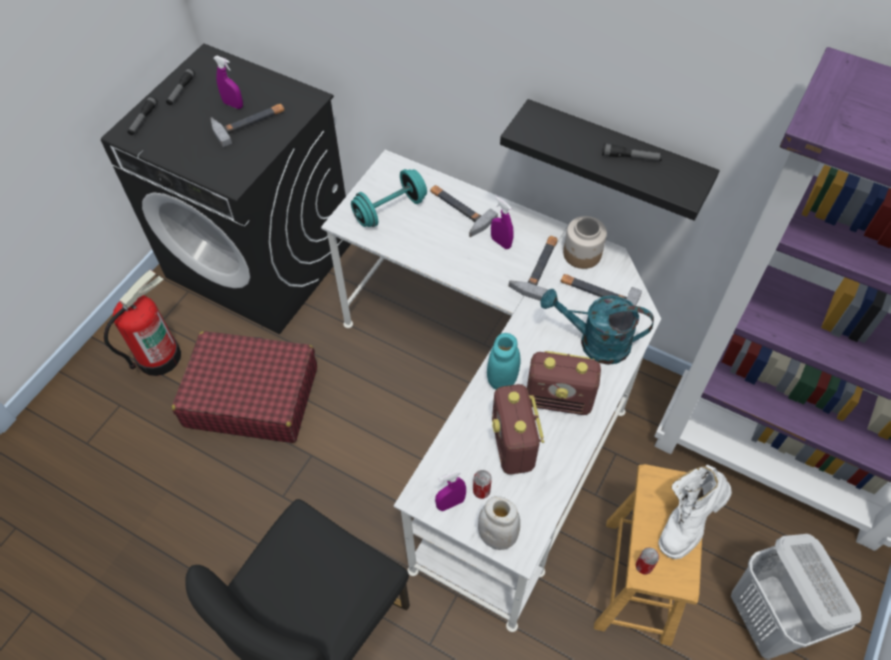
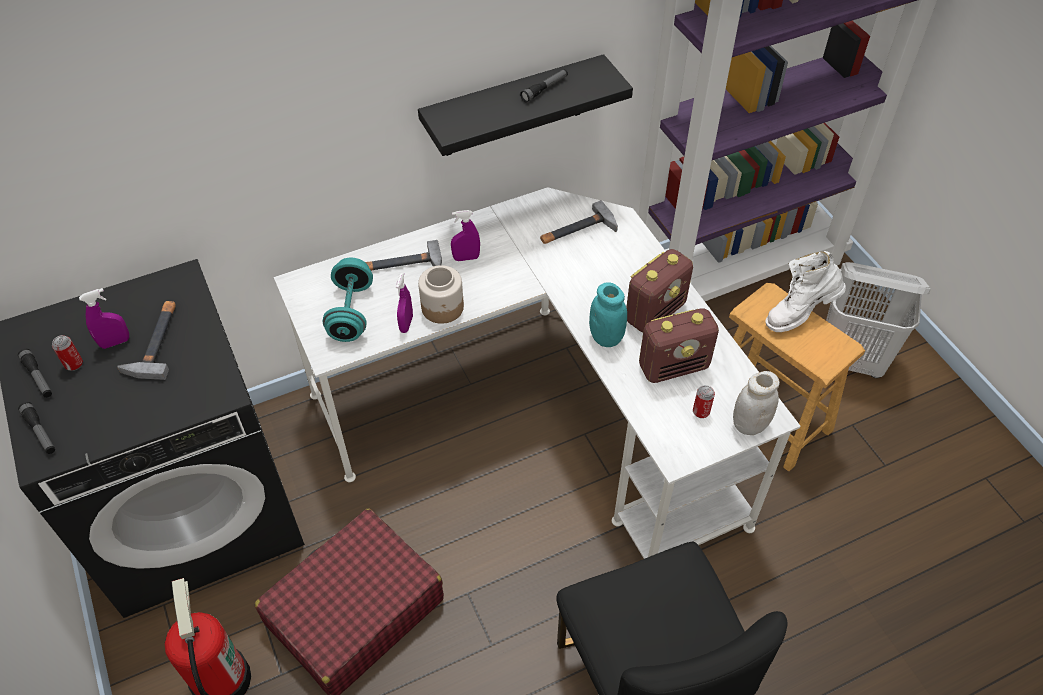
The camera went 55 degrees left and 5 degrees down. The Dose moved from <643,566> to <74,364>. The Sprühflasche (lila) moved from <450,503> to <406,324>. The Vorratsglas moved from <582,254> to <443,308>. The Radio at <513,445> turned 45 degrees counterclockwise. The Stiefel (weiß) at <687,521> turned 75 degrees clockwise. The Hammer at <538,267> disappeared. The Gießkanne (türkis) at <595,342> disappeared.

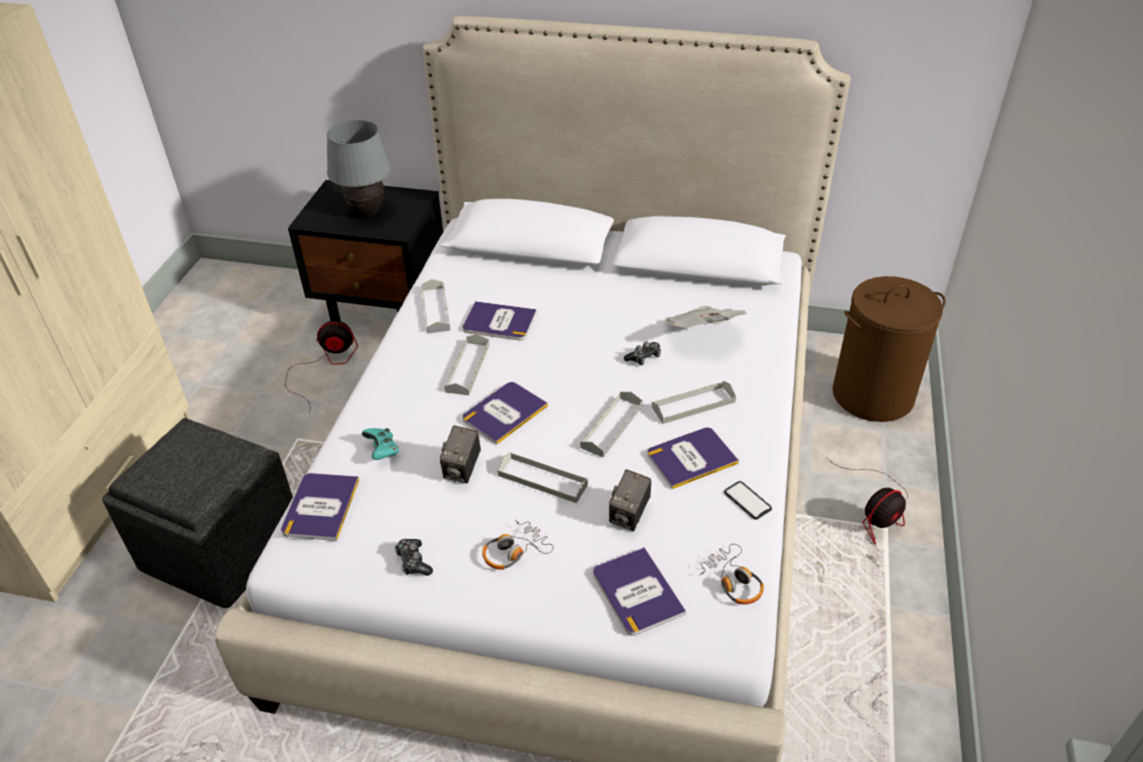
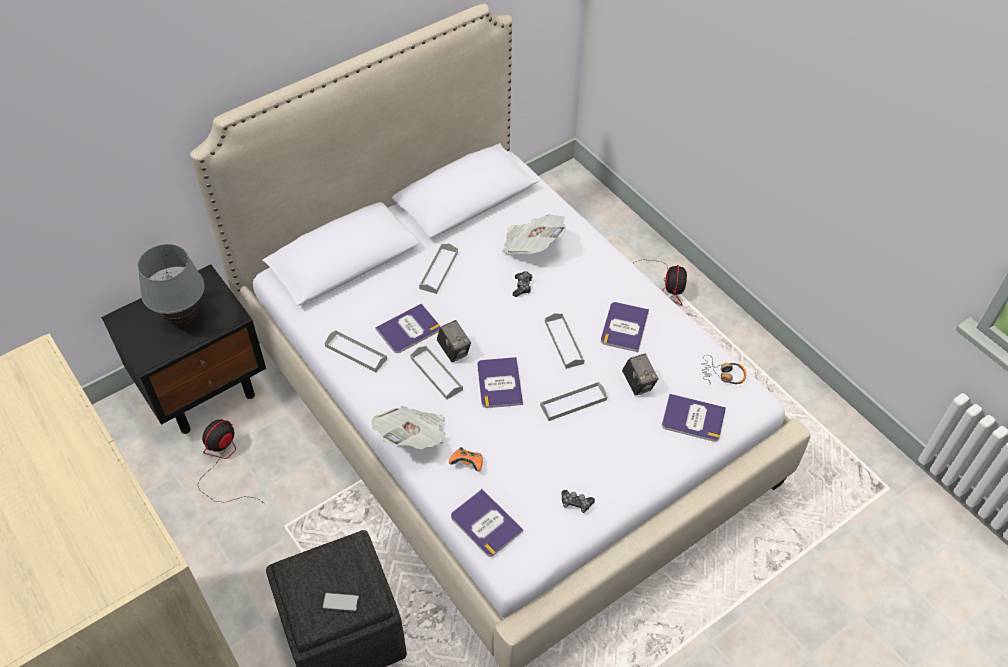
The camera went 50 degrees left and 10 degrees up. The Handy moved from <747,500> to <341,602>. The Zeitung at <413,437> appeared. The Tablett (grau) moved from <693,405> to <439,270>. The Kamera moved from <462,470> to <454,351>. The Gamepad (türkis) at <383,451> became the Gamepad (orange) at <467,464>. The Kopfhörer at <515,551> disappeared. The Wäschekorb (braun) at <873,395> disappeared.

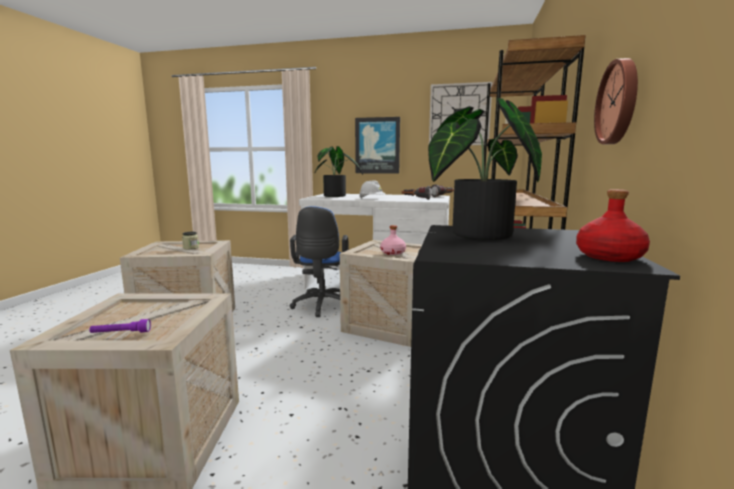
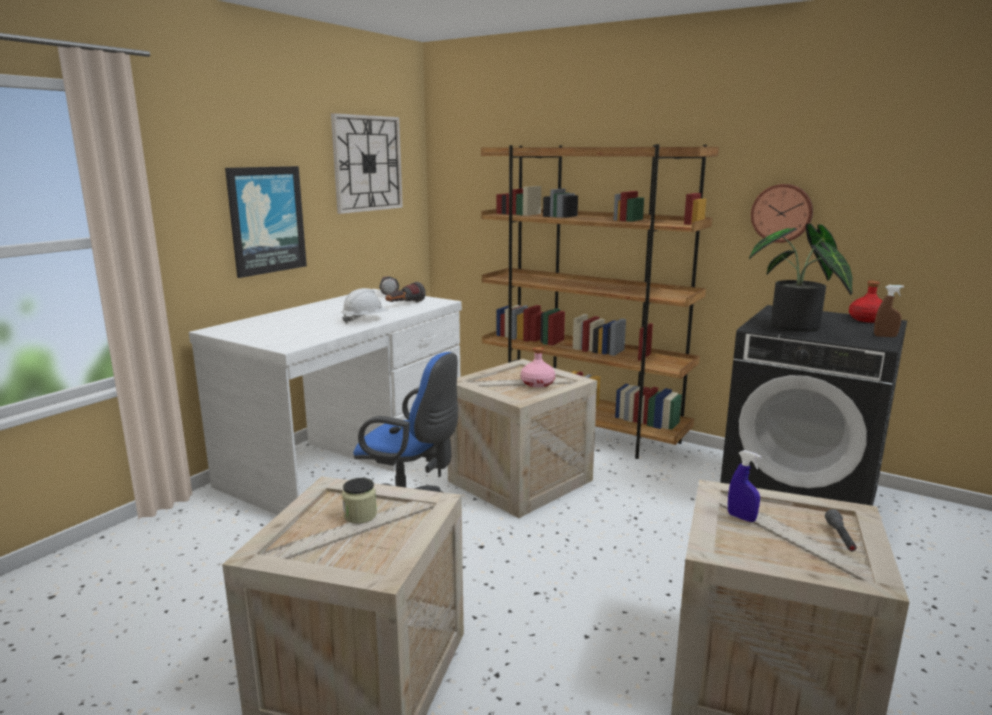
The camera went 70 degrees left and 5 degrees up. The Sprühflasche (blau) at <741,517> appeared. The Taschenlampe (lila) at <121,333> became the Taschenlampe (grau) at <840,537>. The Sprühflasche (braun) at <885,336> appeared. The Topfpflanze at <336,196> disappeared.

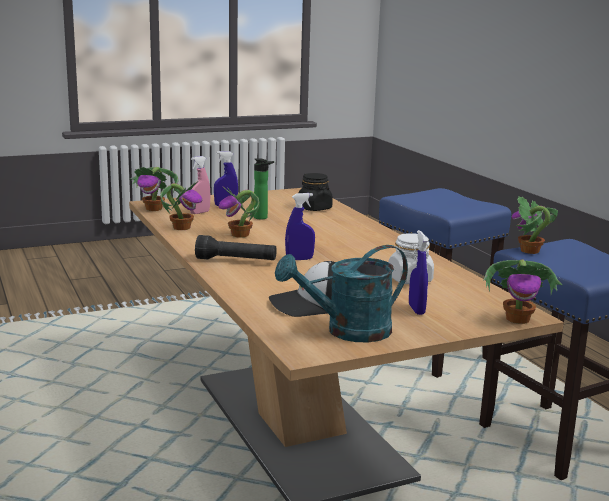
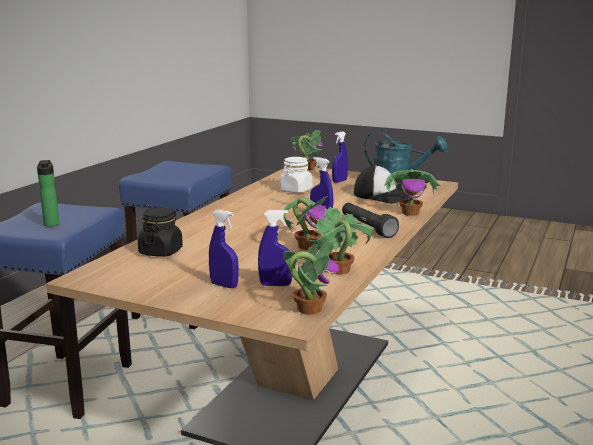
The camera went 130 degrees left and 0 degrees up. The Flasche moved from <262,218> to <51,223>. The Sprühflasche (rosa) at <199,212> became the Sprühflasche (blau) at <275,285>. The Topfpflanze moved from <529,251> to <411,213>.

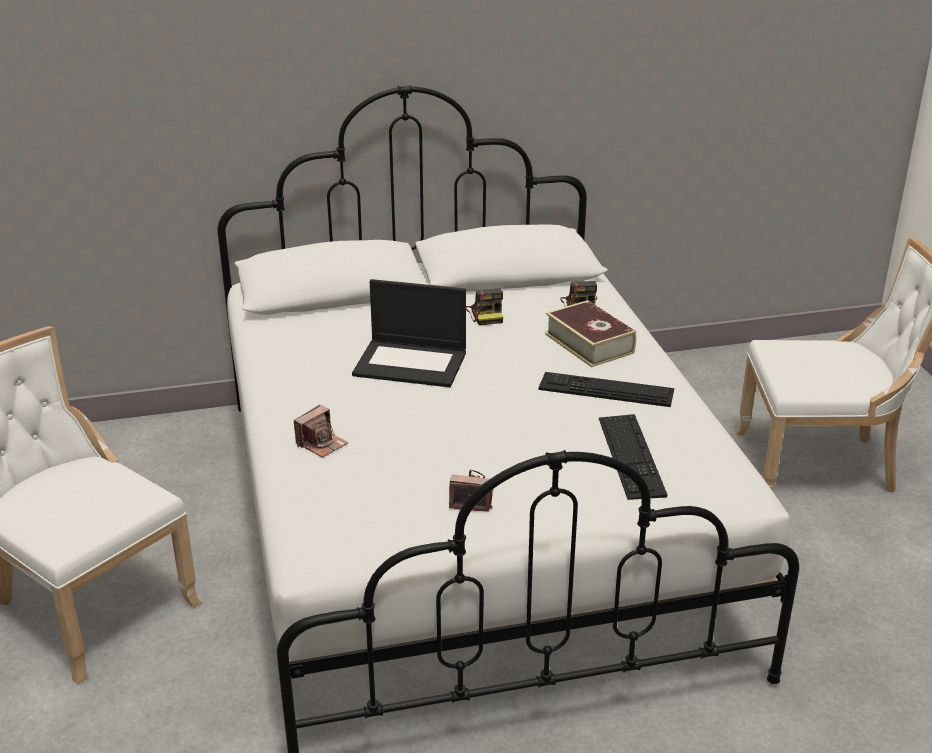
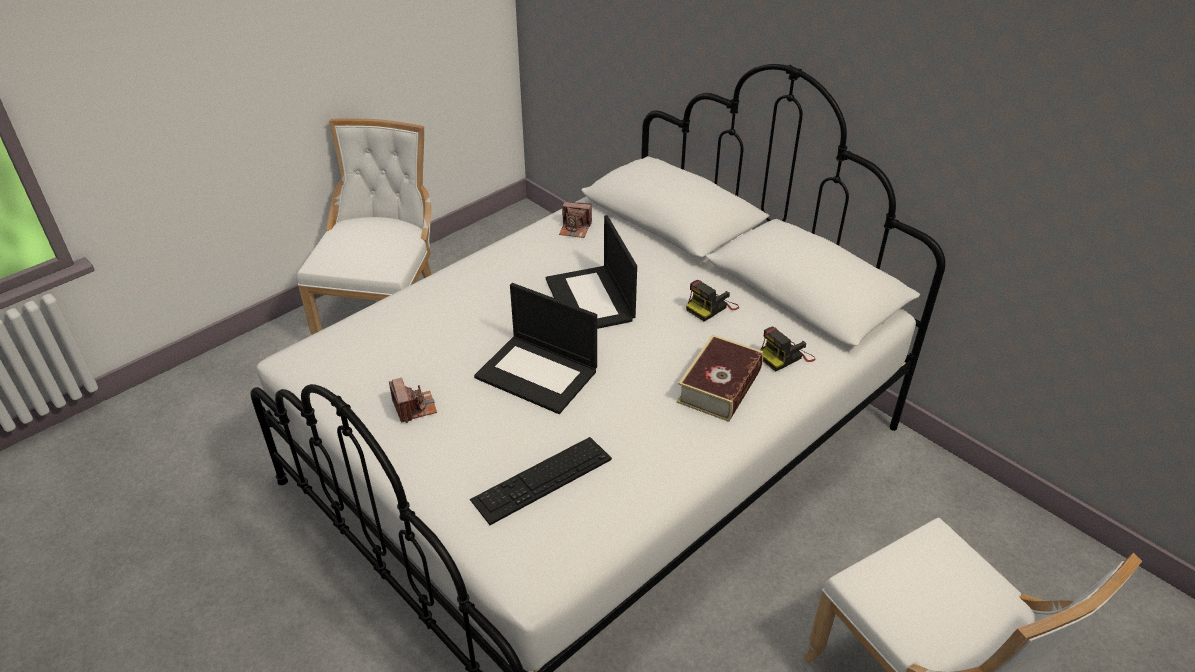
The camera went 60 degrees right and 10 degrees up. The Laptop at <538,374> appeared. The Kamera moved from <321,444> to <575,229>. The Tastatur at <606,389> disappeared.

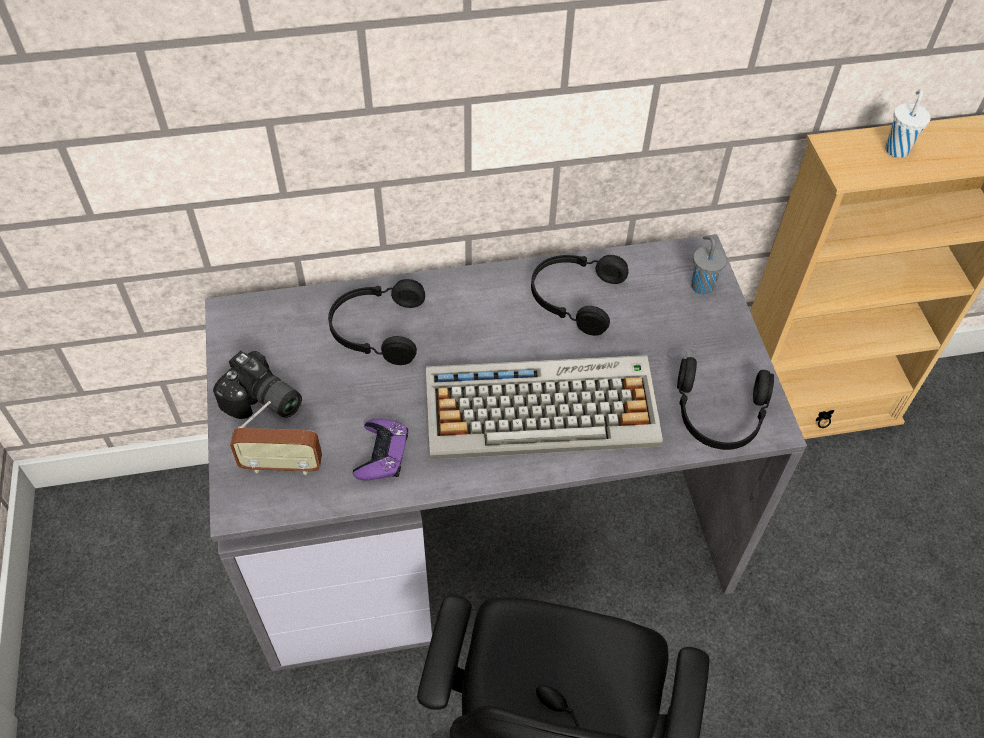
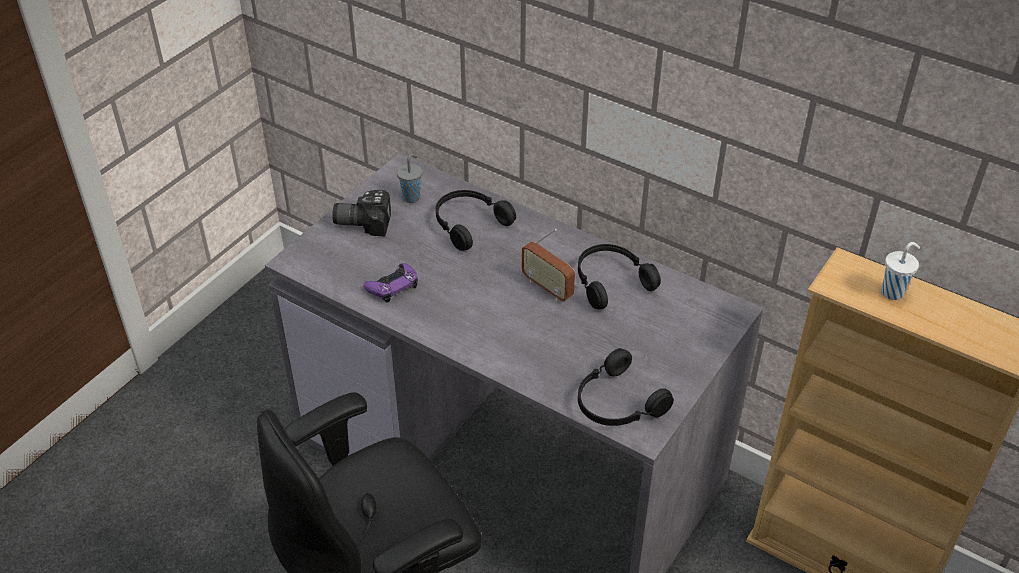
The camera went 45 degrees right and 10 degrees down. The Kamera at <262,403> turned 105 degrees clockwise. The Tasse (grau) moved from <701,285> to <412,197>. The Radio moved from <281,465> to <547,288>. The Tastatur at <543,408> disappeared.

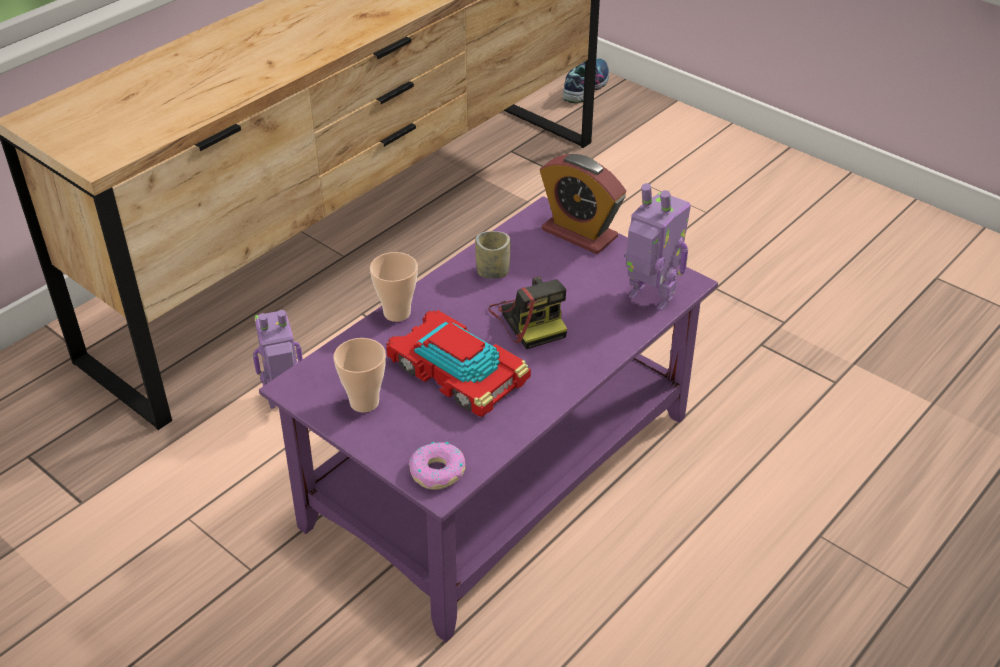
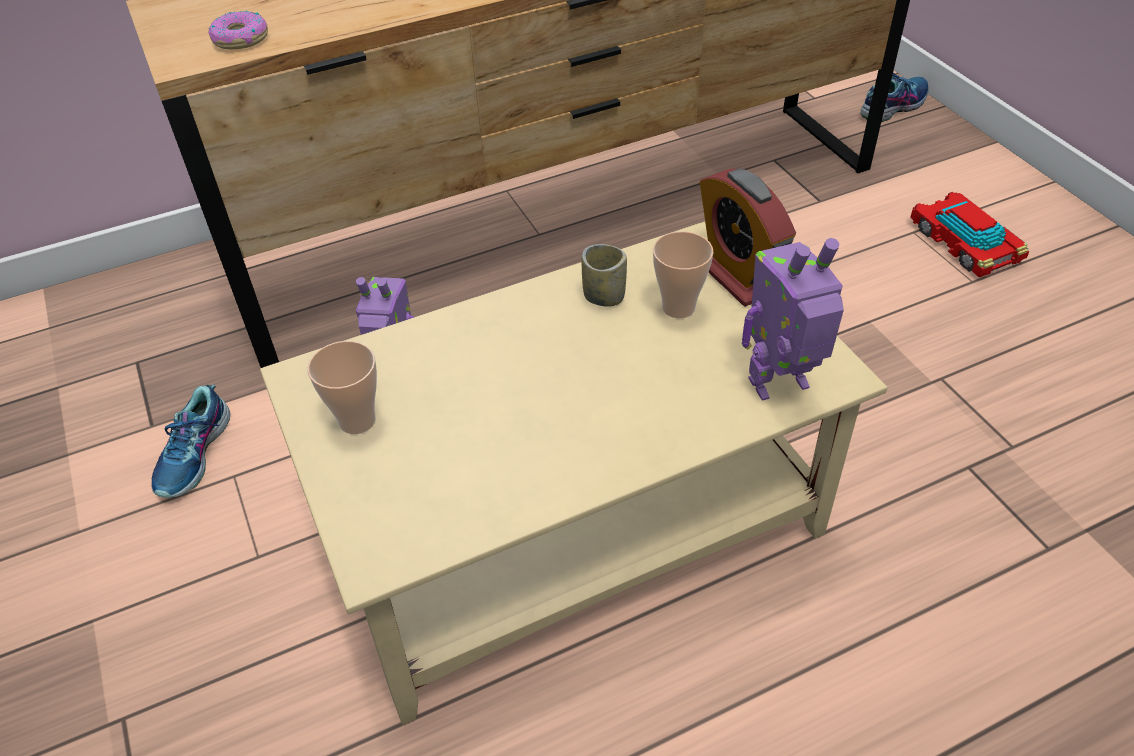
The camera went 25 degrees right and 5 degrees up. The Schuh at <195,454> appeared. The Donut moved from <437,472> to <240,39>. The Couchtisch (lila) at <501,468> became the Couchtisch (beige) at <576,526>. The Tasse moved from <397,313> to <678,307>. The Spielzeugroboter at <649,299> turned 75 degrees counterclockwise. The Spielzeugauto moved from <458,371> to <965,242>. The Kamera at <530,319> disappeared.

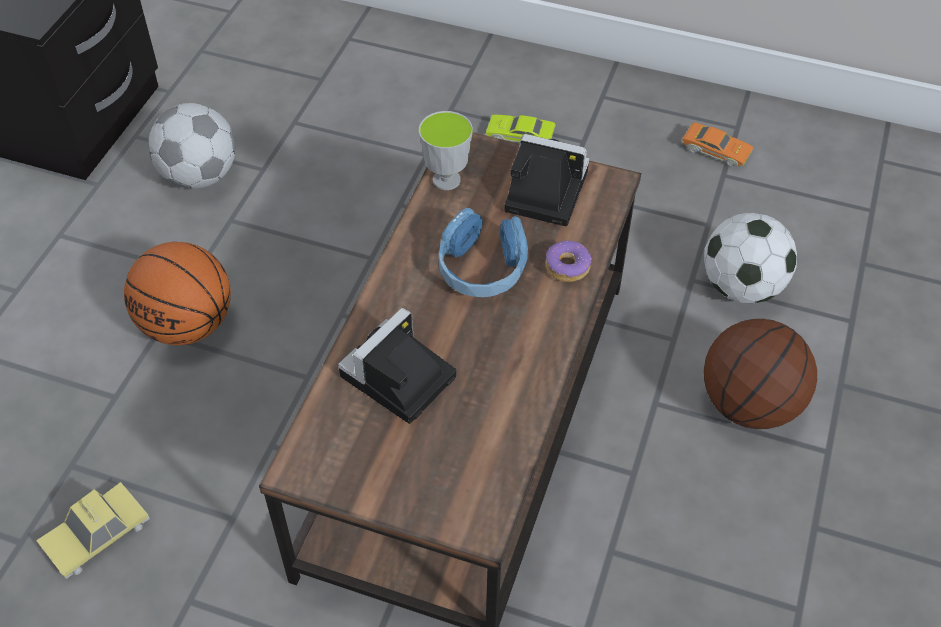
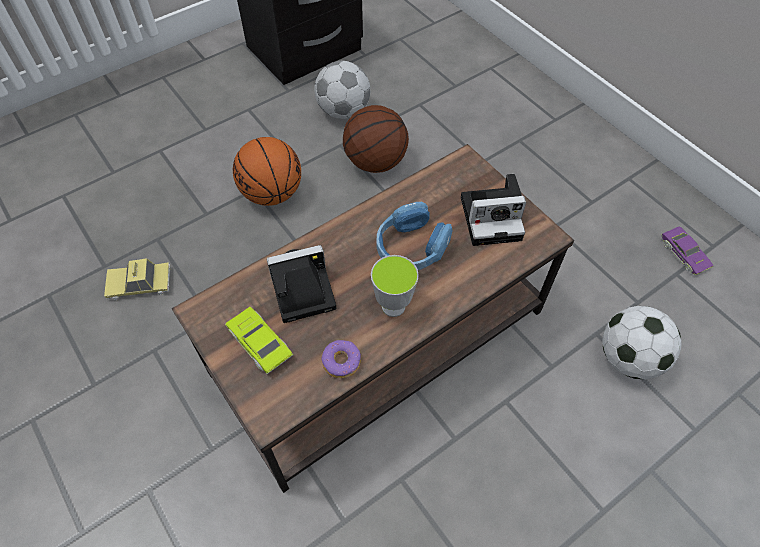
The camera went 35 degrees right and 5 degrees up. The Spielzeugauto (grün) moved from <520,135> to <260,343>. The Donut moved from <567,266> to <342,362>. The Basketball moved from <748,405> to <375,162>. The Tasse moved from <446,180> to <393,306>. The Kamera at <542,191> turned 120 degrees clockwise. The Spielzeugauto (orange) at <715,150> became the Spielzeugauto (lila) at <684,254>.

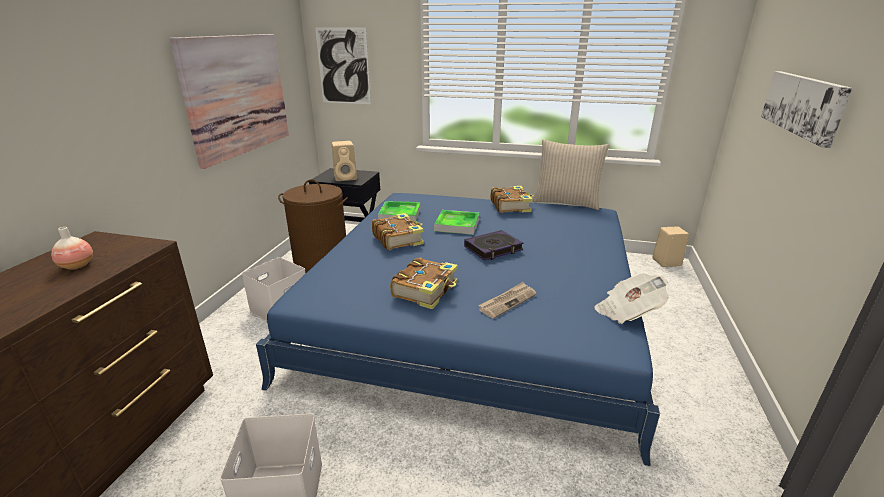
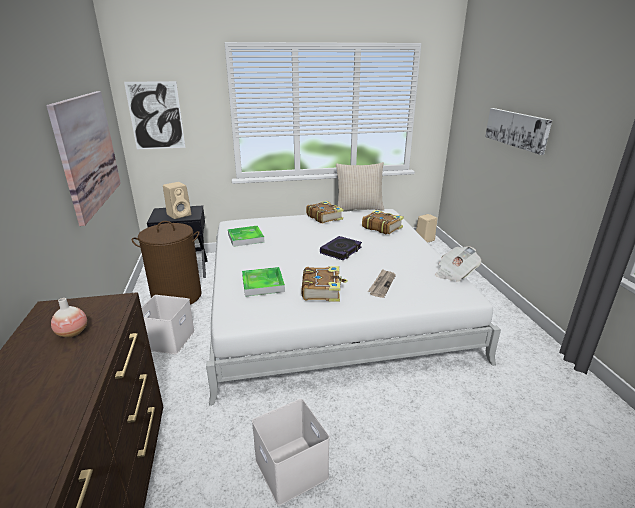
The camera went 25 degrees left and 0 degrees up. The Bett (blau) at <475,311> became the Bett (weiß) at <328,301>. The Tablett moved from <457,225> to <263,284>. The Buch moved from <398,239> to <381,227>.

